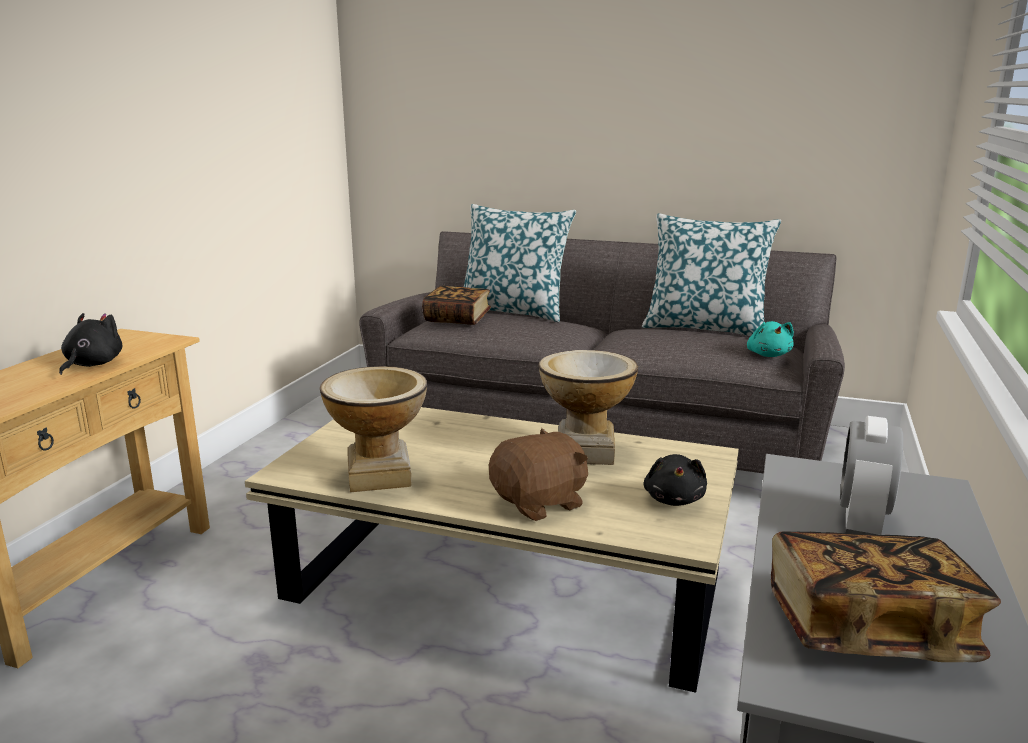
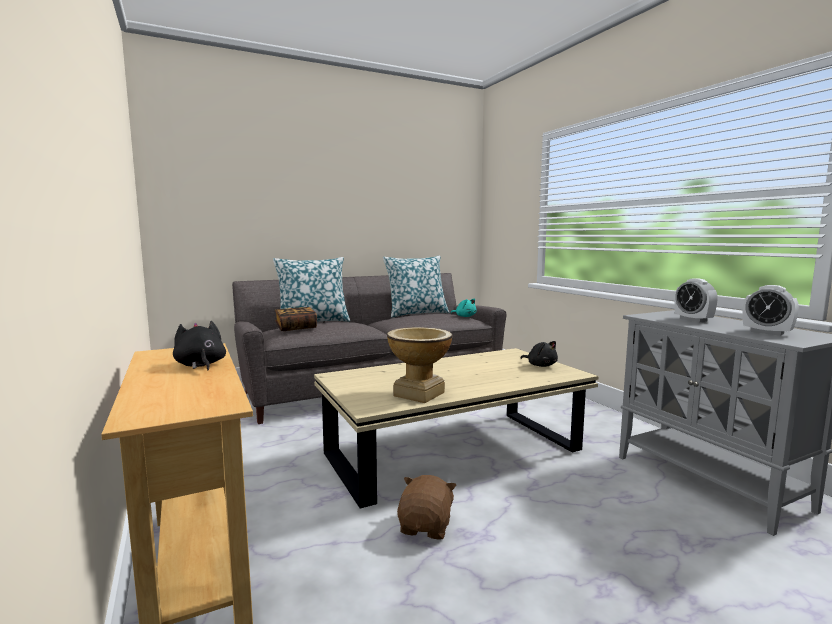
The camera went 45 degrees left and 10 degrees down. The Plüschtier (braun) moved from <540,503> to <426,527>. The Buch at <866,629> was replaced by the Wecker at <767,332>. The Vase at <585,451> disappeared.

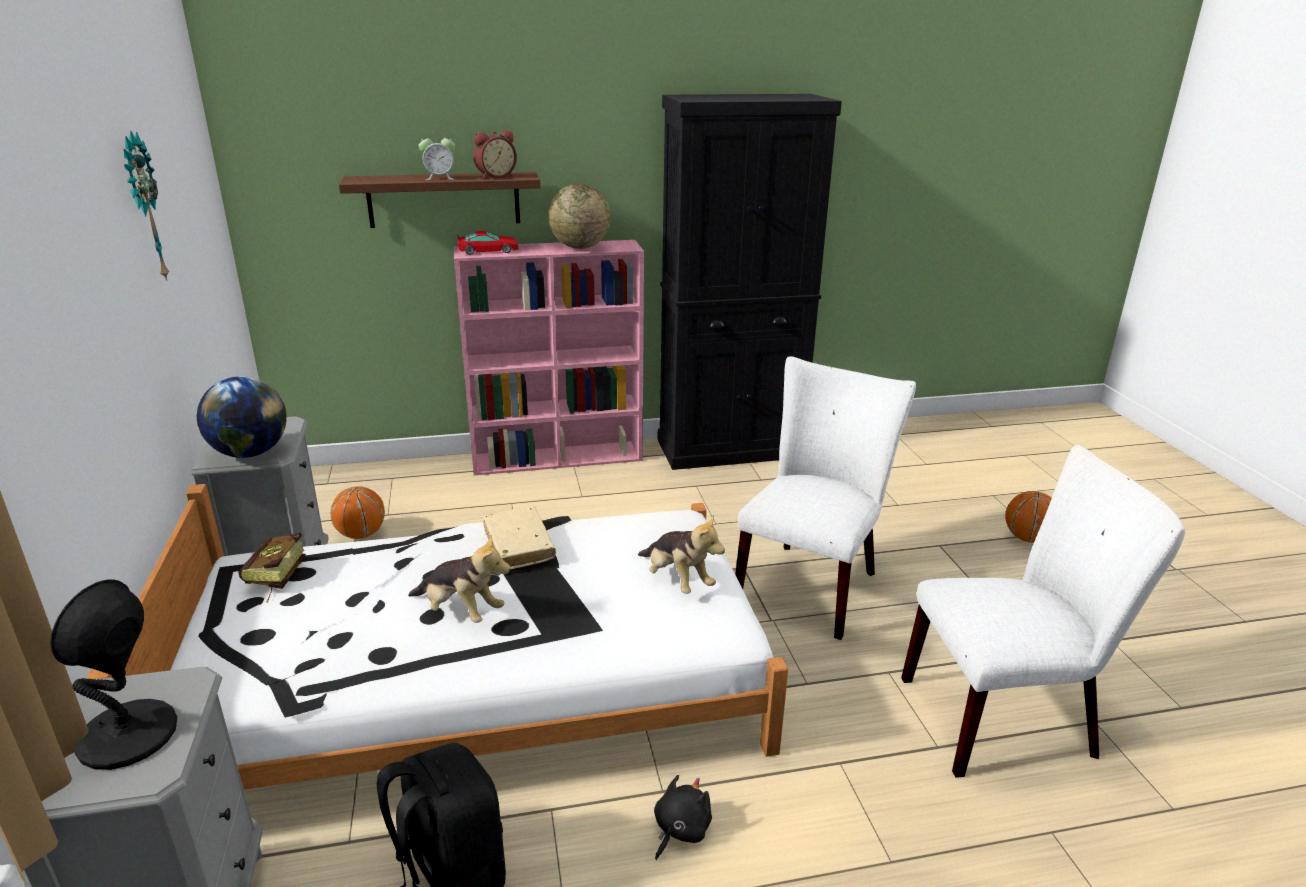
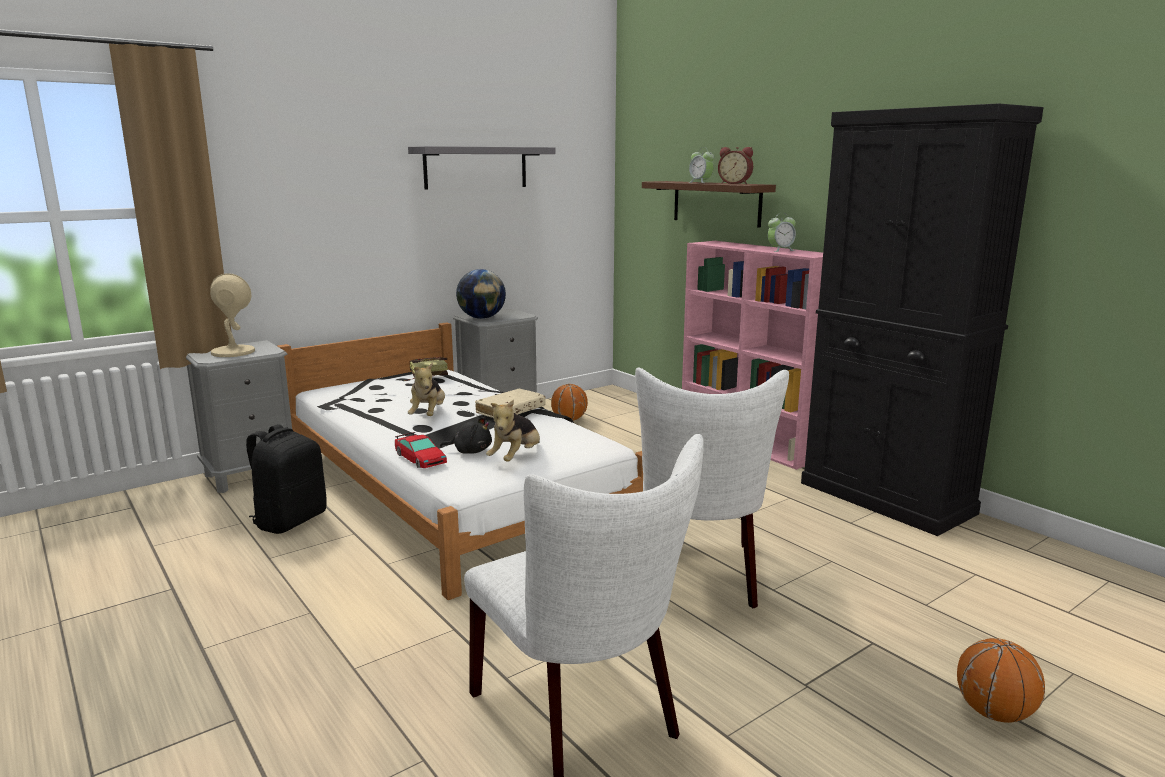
The camera went 65 degrees right and 10 degrees down. The Tischlampe (schwarz) at <127,736> became the Tischlampe (beige) at <232,352>. The Spielzeugauto moved from <488,251> to <419,458>. The Wanduhr at <142,208> was replaced by the Wandregal (grau) at <476,167>. The Plüschtier (schwarz) moved from <680,830> to <470,451>. The Stuhl (weiß) at <811,583> turned 90 degrees clockwise. The Globus at <580,247> was replaced by the Wecker at <780,250>.

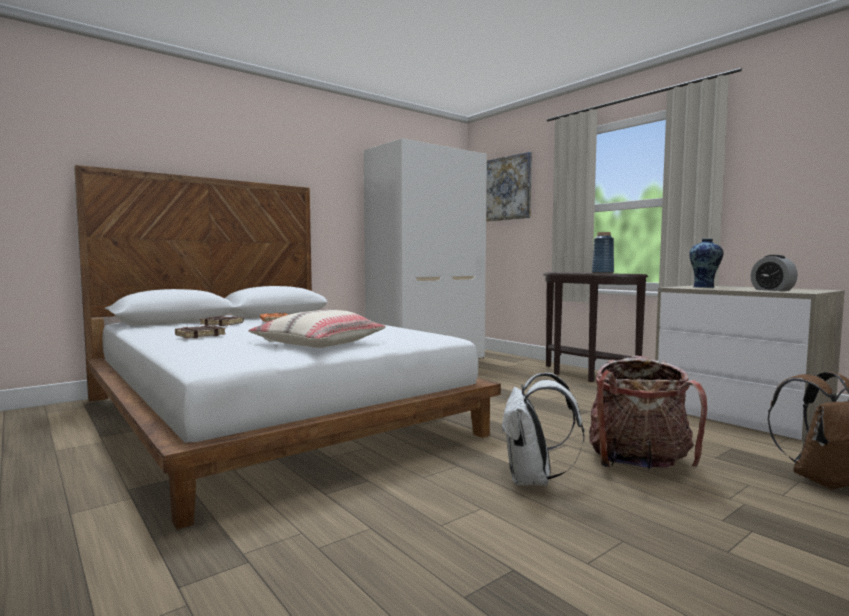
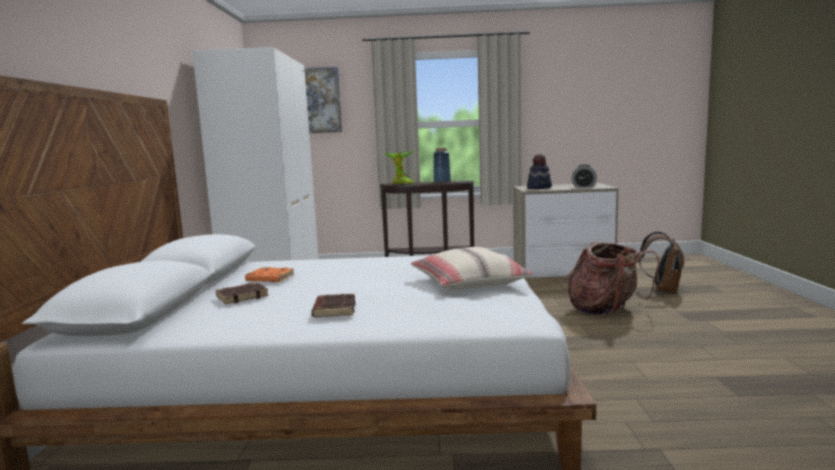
The camera went 50 degrees left and 5 degrees up. The Topfpflanze at <401,183> appeared. The Vase at <704,287> was replaced by the Hut at <539,188>. The Rucksack (weiß) at <533,480> disappeared.

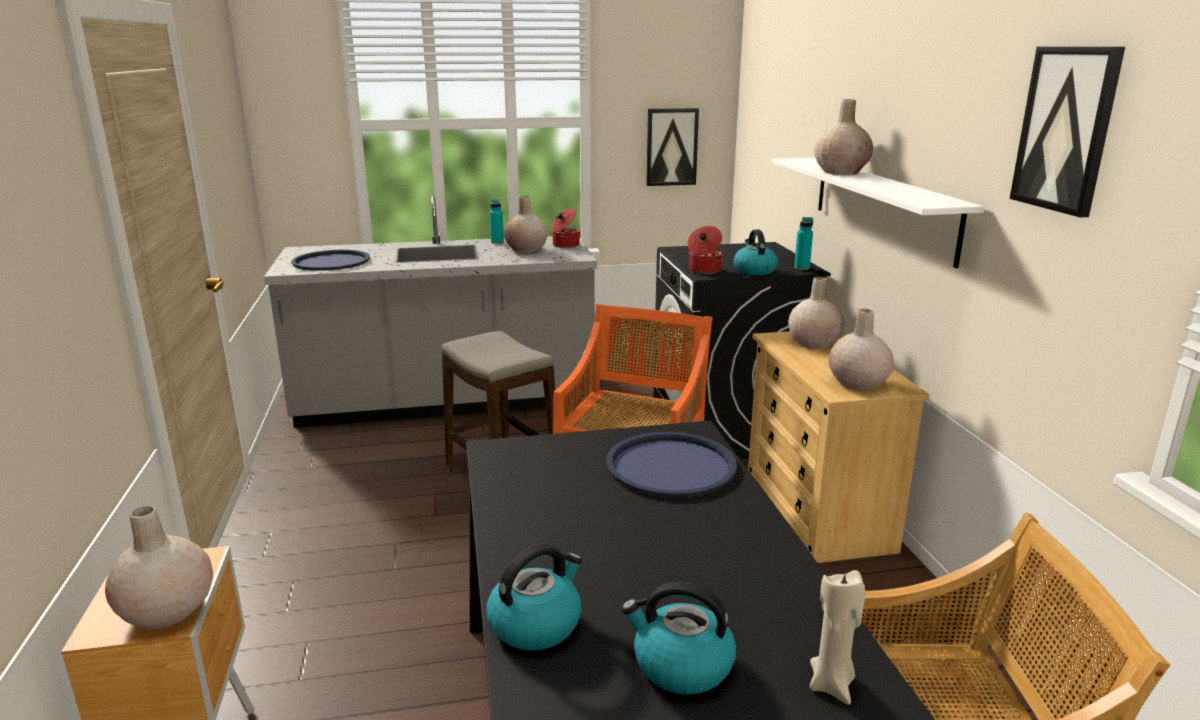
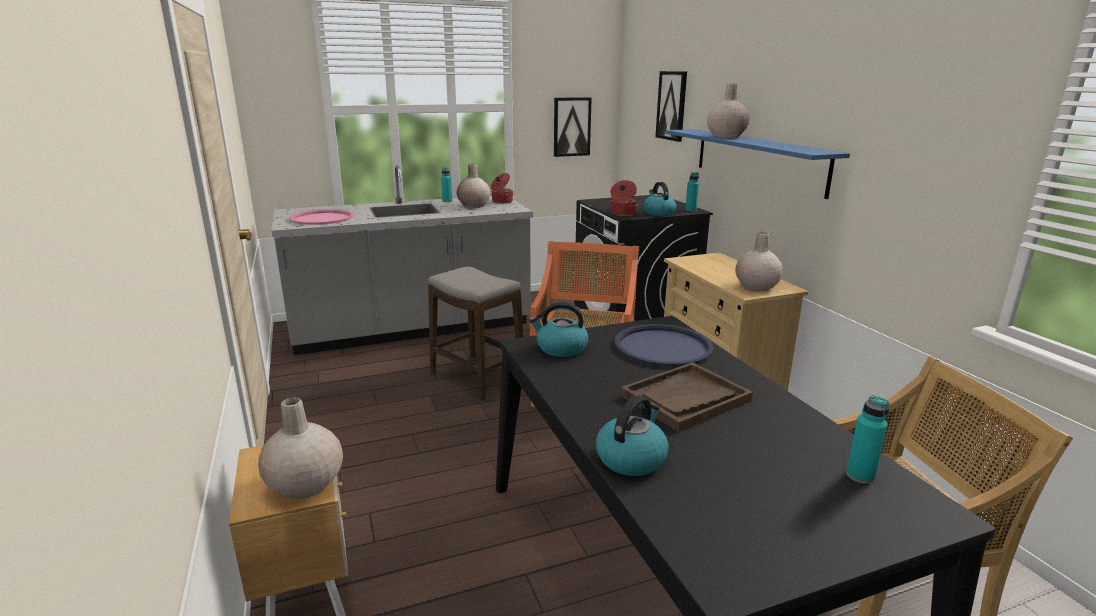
The camera went 10 degrees left and 0 degrees up. The Tablett (blau) at <331,261> became the Tablett (rosa) at <322,218>. The Wasserkessel moved from <681,665> to <561,348>. The Tablett (braun) at <685,398> appeared. The Bild moved from <1066,129> to <672,106>. The Wandregal (weiß) at <882,206> became the Wandregal (blau) at <757,160>. The Kerze (beige) at <832,685> was replaced by the Flasche (türkis) at <860,476>. The Vase (beige) at <813,343> disappeared.

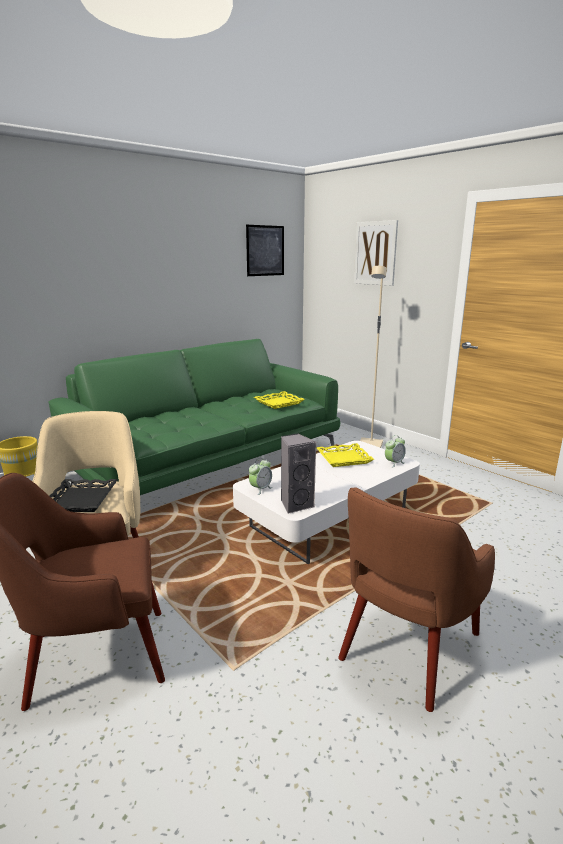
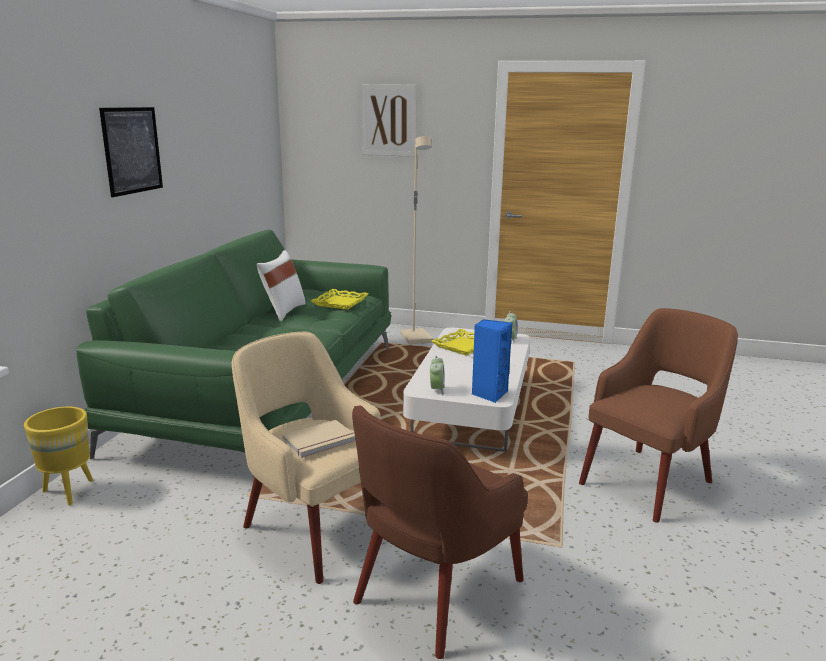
The camera went 35 degrees left and 0 degrees up. The Bild moved from <265,250> to <132,150>. The Kissen (weiß) at <283,311> appeared. The Tablett (schwarz) at <81,500> was replaced by the Buch (beige) at <320,441>. The Lautsprecher (grau) at <295,504> became the Lautsprecher (blau) at <489,394>. The Sessel (braun) at <407,648> turned 135 degrees counterclockwise.

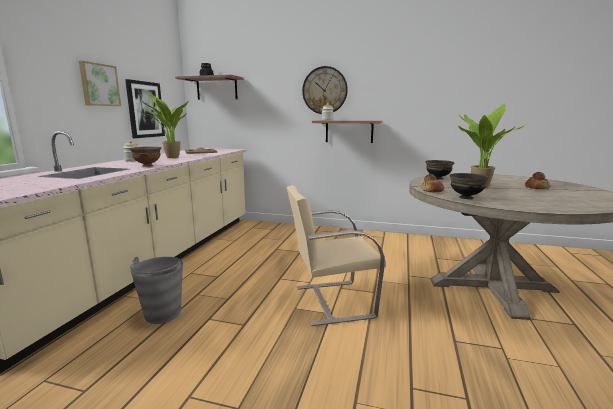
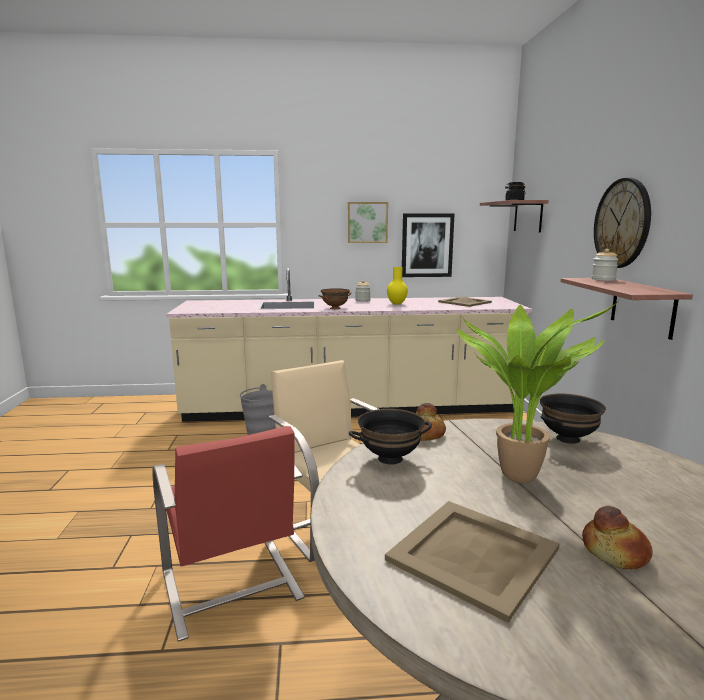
The camera went 70 degrees right and 0 degrees up. The Stuhl (rot) at <231,587> appeared. The Tablett (beige) at <471,554> appeared. The Topfpflanze at <170,158> was replaced by the Vase (gelb) at <397,304>.

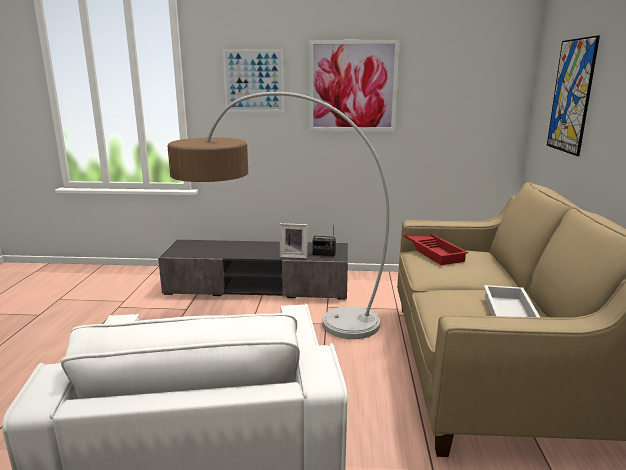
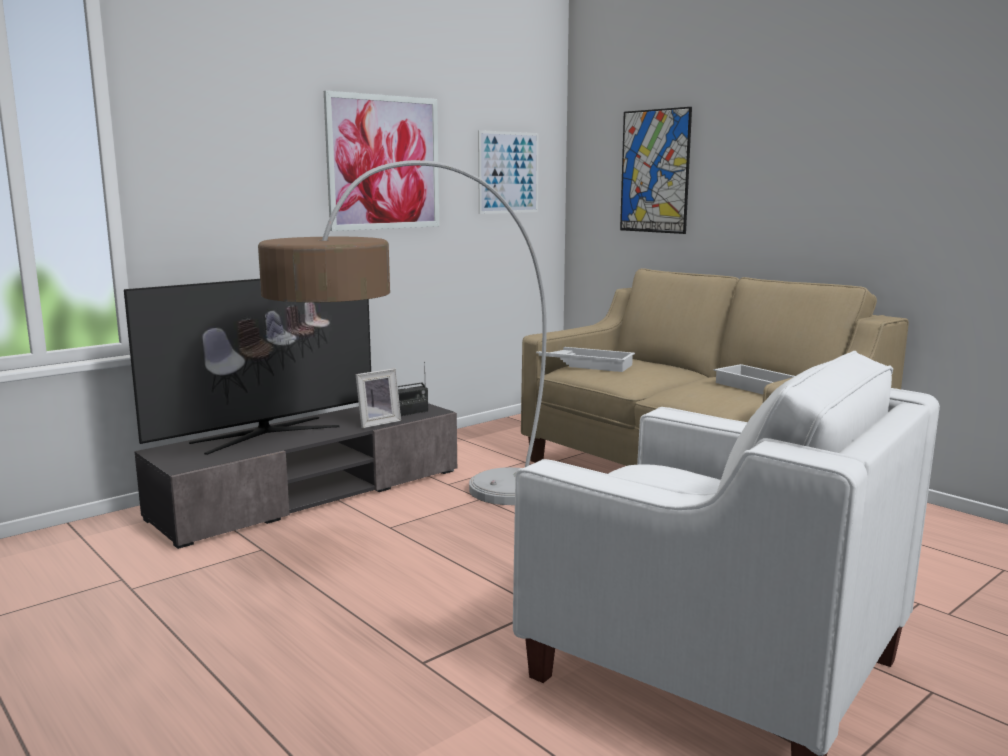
The camera went 45 degrees left and 5 degrees down. The Fernseher at <265,434> appeared. The Bild moved from <253,80> to <508,172>. The Tablett (rot) at <433,251> became the Tablett (weiß) at <586,364>.

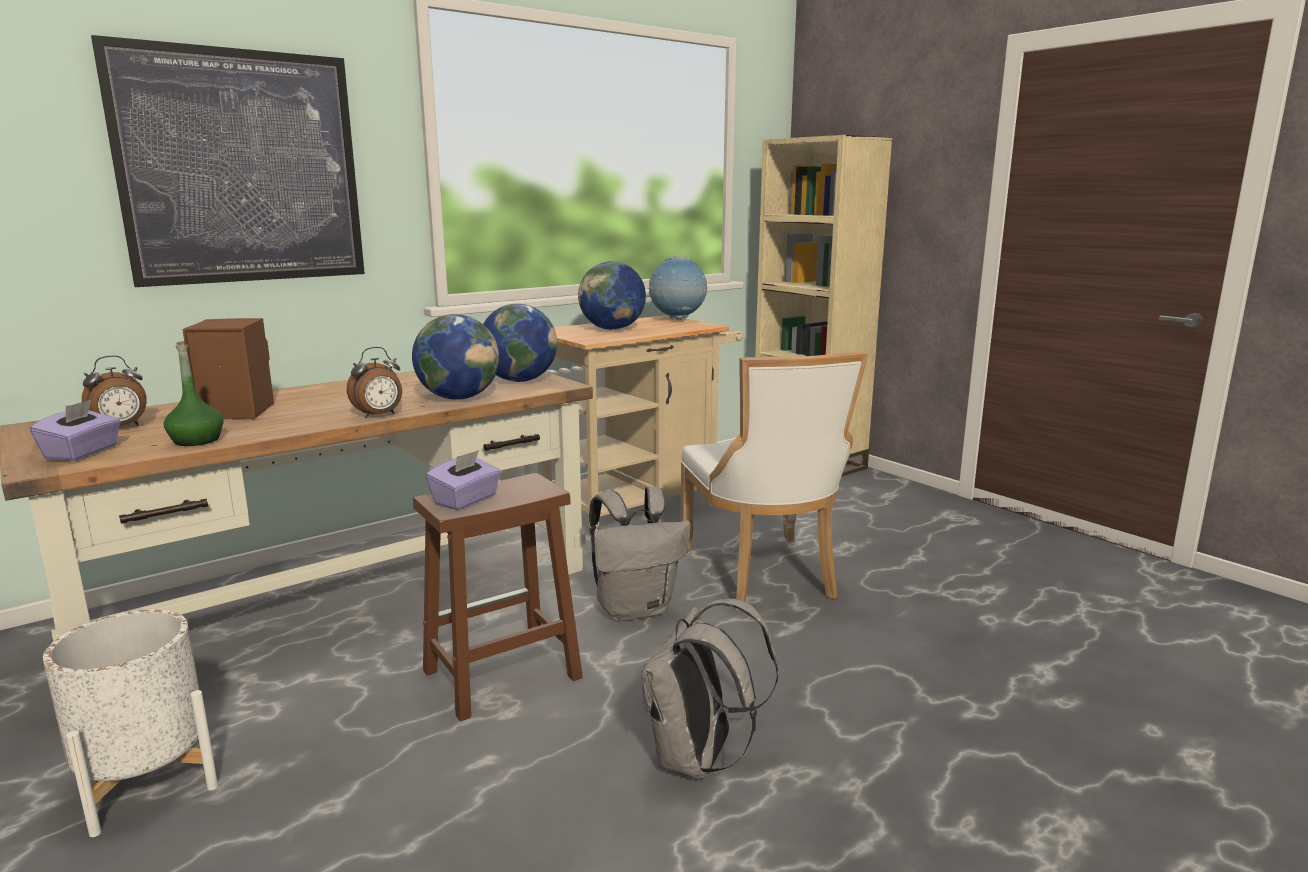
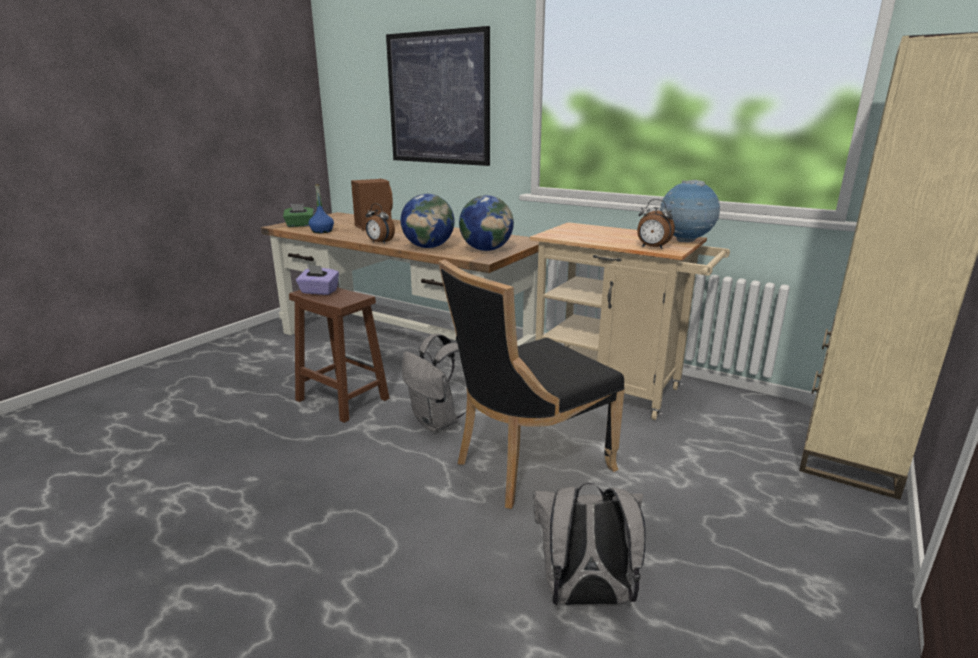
The camera went 70 degrees right and 5 degrees up. The Taschentuchbox (lila) at <83,453> became the Taschentuchbox (grün) at <300,225>. The Flasche (grün) at <196,441> became the Flasche (blau) at <322,231>. The Stuhl (weiß) at <762,576> became the Stuhl (schwarz) at <527,465>. The Rucksack (grau) moved from <698,760> to <584,597>. The Wecker moved from <121,428> to <652,247>. The Pflanzkübel (weiß) at <146,782> disappeared. The Globus at <612,329> disappeared.

